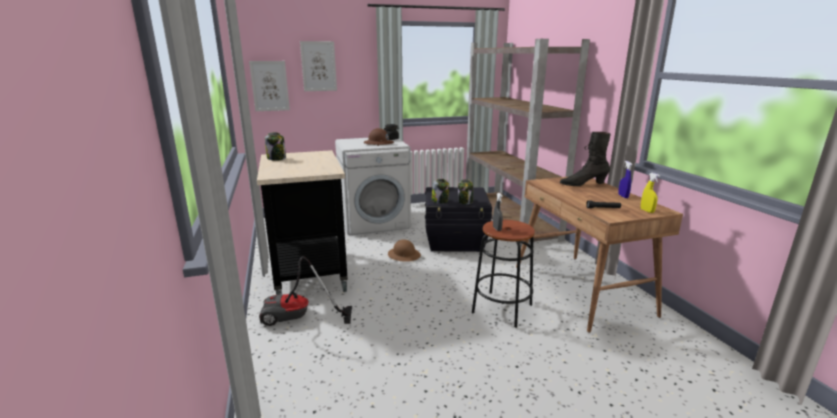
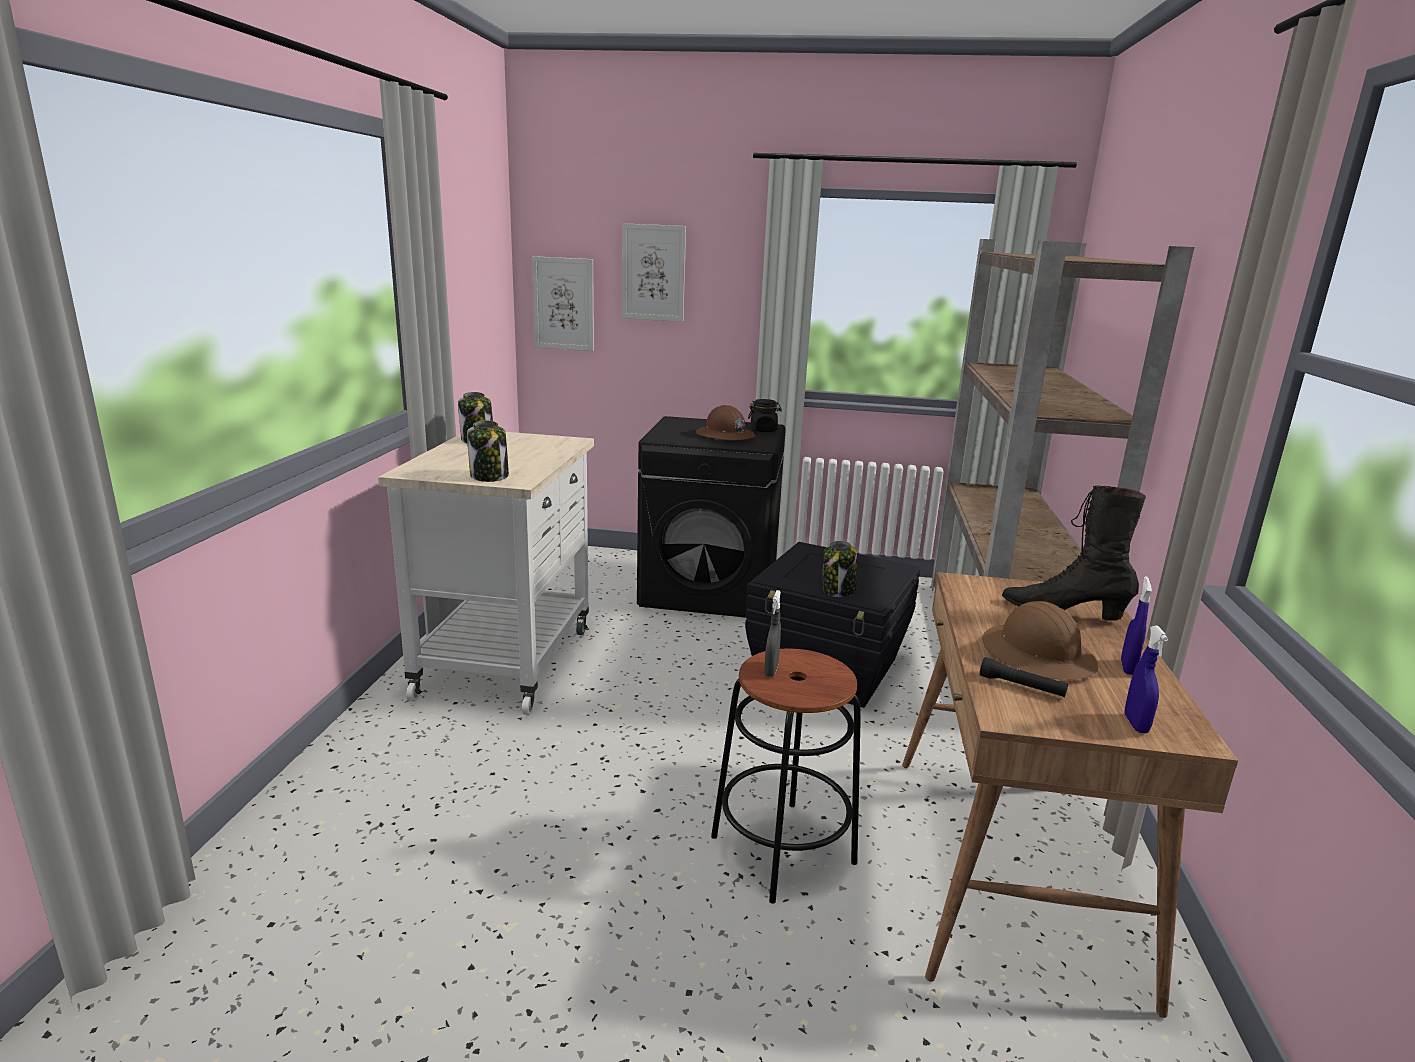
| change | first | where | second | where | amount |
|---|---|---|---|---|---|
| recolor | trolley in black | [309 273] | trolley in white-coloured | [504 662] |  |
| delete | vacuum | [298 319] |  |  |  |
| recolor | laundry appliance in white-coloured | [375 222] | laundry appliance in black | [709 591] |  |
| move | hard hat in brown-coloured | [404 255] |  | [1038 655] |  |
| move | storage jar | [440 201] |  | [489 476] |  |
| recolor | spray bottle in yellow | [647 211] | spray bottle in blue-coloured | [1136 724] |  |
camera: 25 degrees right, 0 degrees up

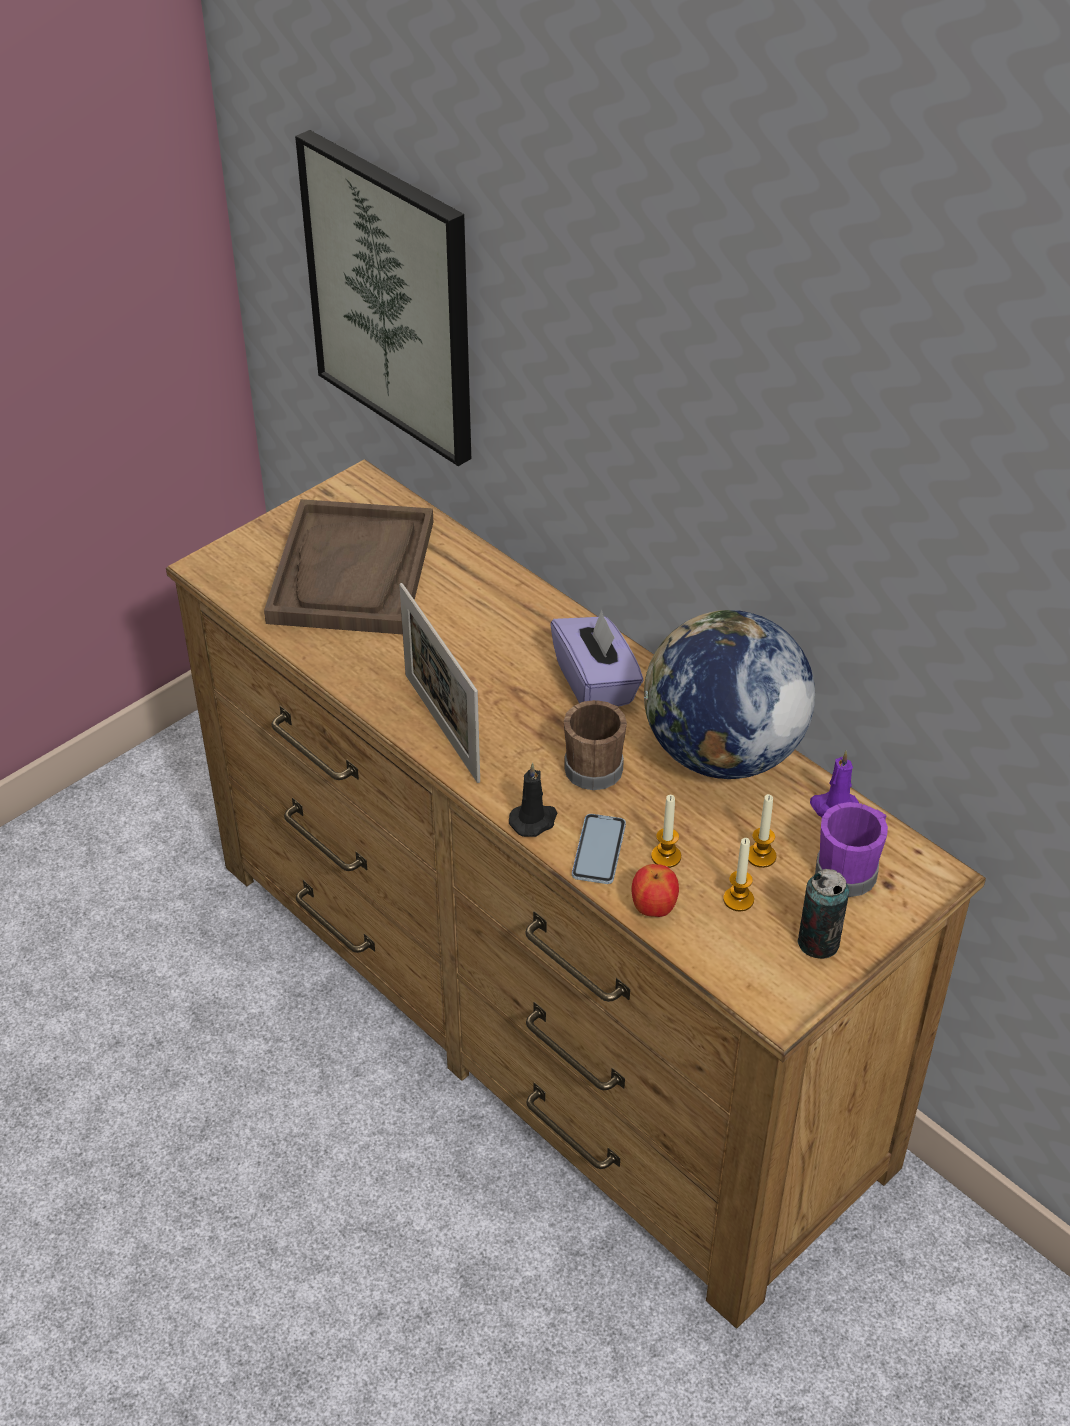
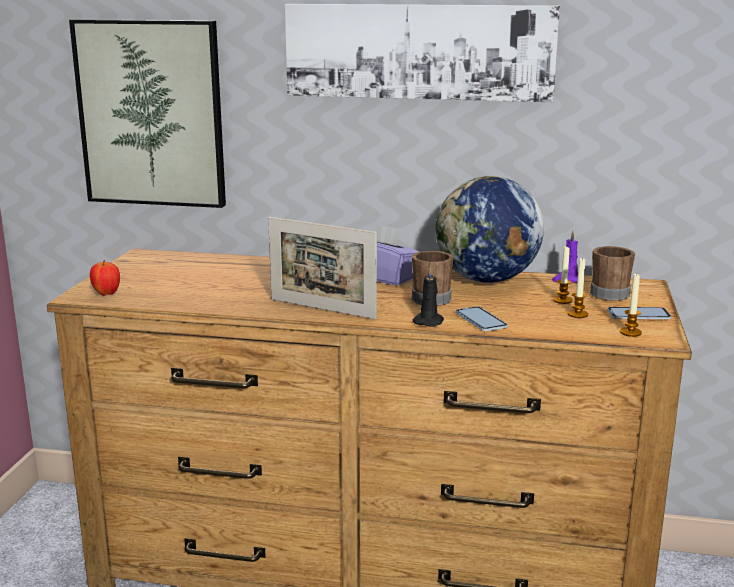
| change | first | where | second | where | amount |
|---|---|---|---|---|---|
| delete | serving tray in brown-coloured | [352 572] |  |  |  |
| move | apple | [653 909] |  | [106 293] |  |
| move | wax candle | [666 856] |  | [630 332] |  |
| replace | sealed can | [818 943] | phone | [638 315] |  |
| recolor | tea mug in purplish | [850 869] | tea mug in brown-coloured | [609 293] |  |
| insert |  |  | wall art | [419 51] |  |
camera: 35 degrees left, 25 degrees down

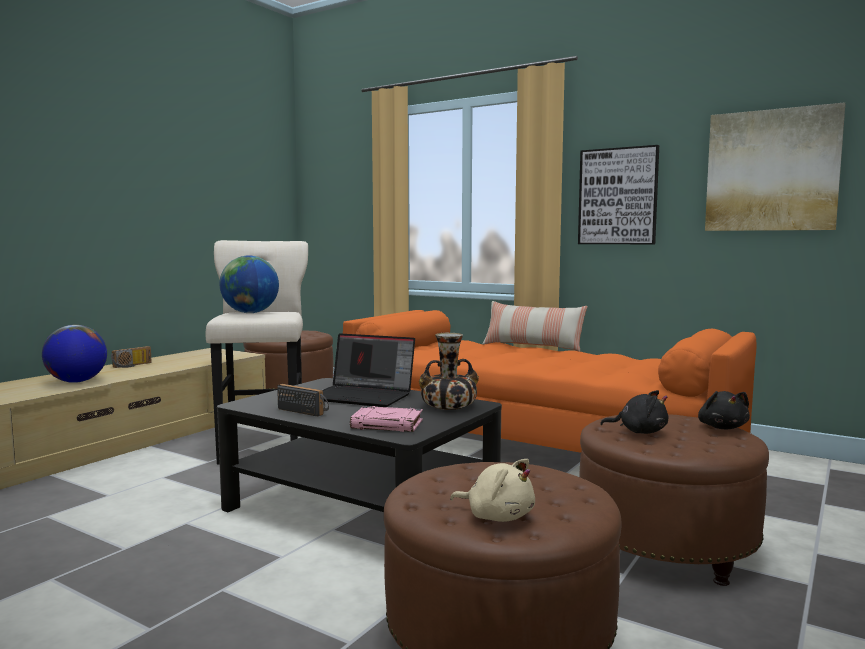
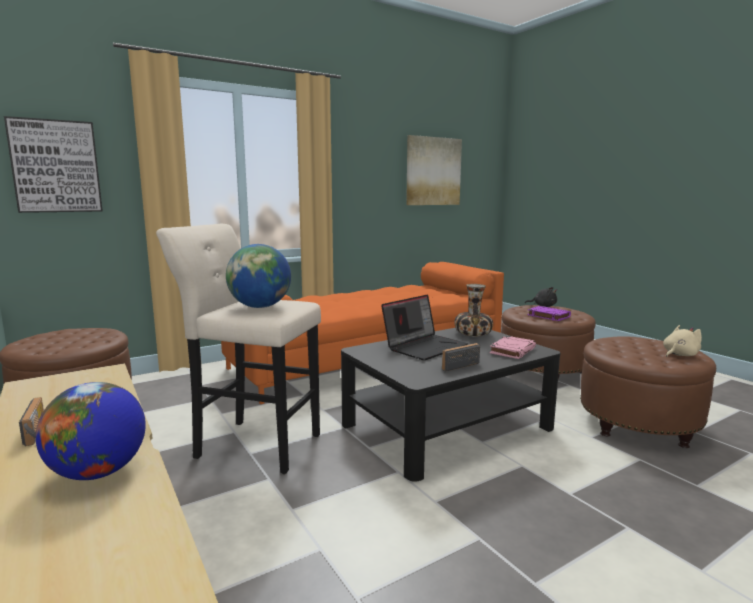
| change | first | where | second | where | amount |
|---|---|---|---|---|---|
| delete | throw pillow | [533 346] |  |  |  |
| move | wall art | [618 196] |  | [56 166] |  |
| replace | soft toy in black | [639 432] | book in purplish | [548 316] |  |
camera: 65 degrees left, 5 degrees up

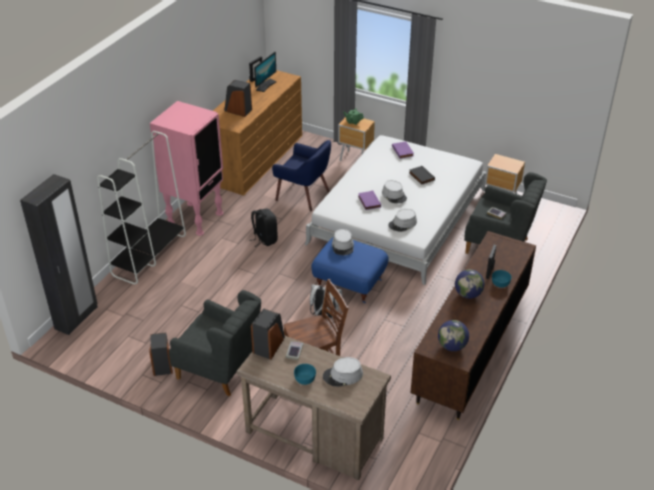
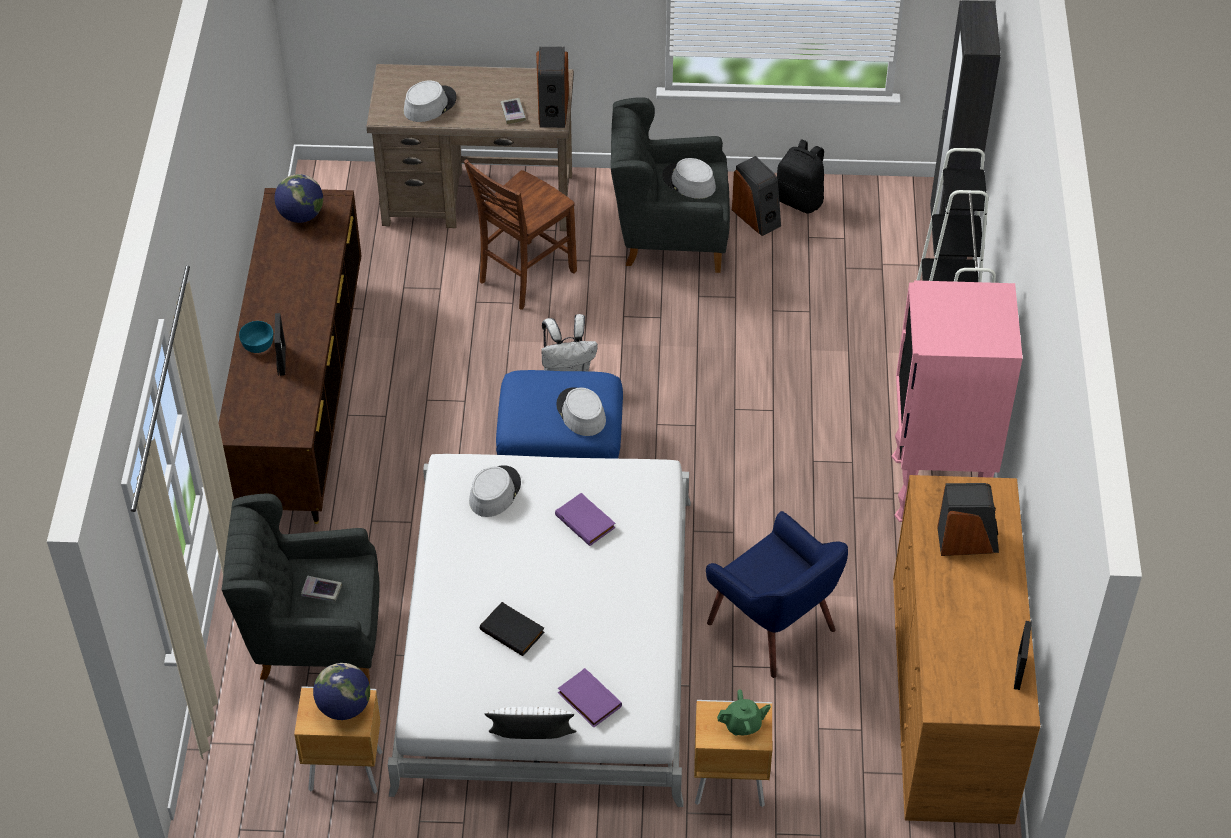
| change | first | where | second | where | amount |
|---|---|---|---|---|---|
| move | backpack in black | [264 239] |  | [800 200] |  |
| delete | computer screen | [265 85] |  |  |  |
| rotate | lounge chair in blue-coloured | [303 195] |  | [773 626] | 135 degrees counterclockwise |
| delete | serving bowl in blue-green | [305 379] |  |  |  |
| move | hat in greyish | [394 195] |  | [688 182] |  |
| move | desk globe | [468 294] |  | [344 707] |  |
| insert |  |  | throw pillow in white-coloured | [532 744] |  |
camera: 155 degrees right, 10 degrees up

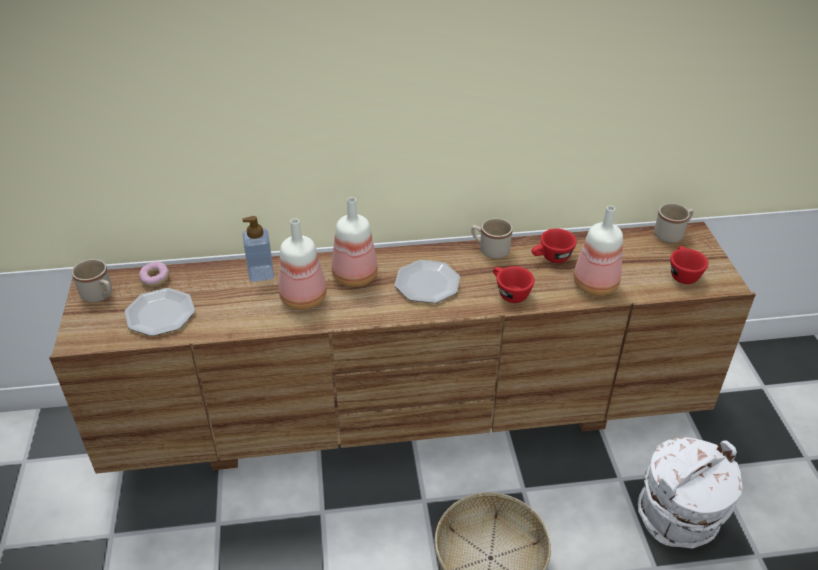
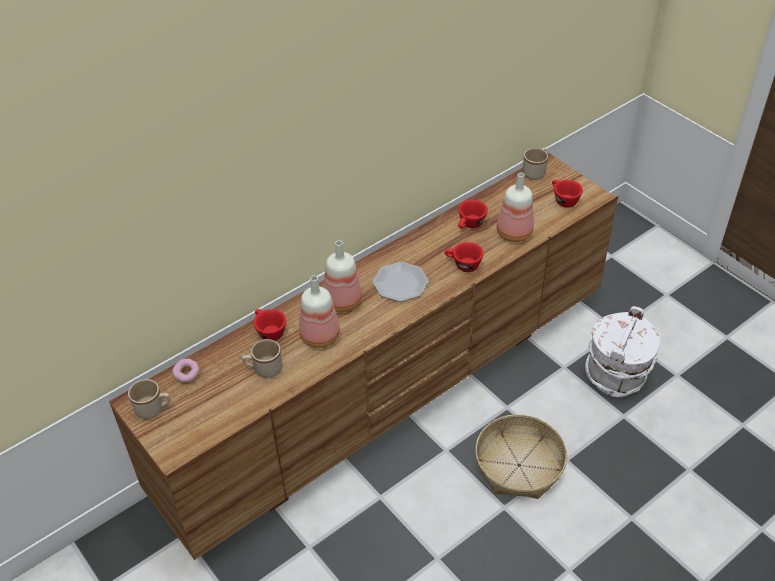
| change | first | where | second | where | amount |
|---|---|---|---|---|---|
| delete | plate | [160 314] |  |  |  |
| replace | soap dispenser | [261 274] | cup in red-coloured | [268 332] |  |
| move | tea mug in beige-coloured | [490 250] |  | [264 369] |  |
camera: 30 degrees left, 5 degrees up

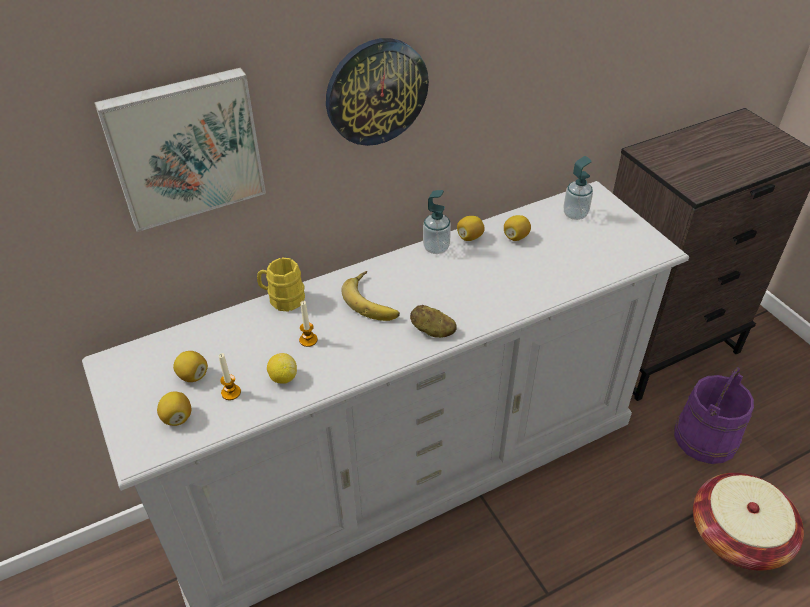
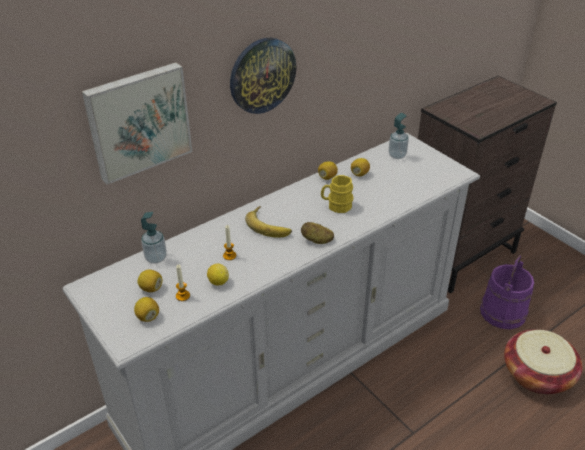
| change | first | where | second | where | amount |
|---|---|---|---|---|---|
| move | tea mug in yellow | [282 299] |  | [336 206] |  |
| move | soap dispenser | [436 248] |  | [156 258] |  |
camera: 10 degrees left, 5 degrees down

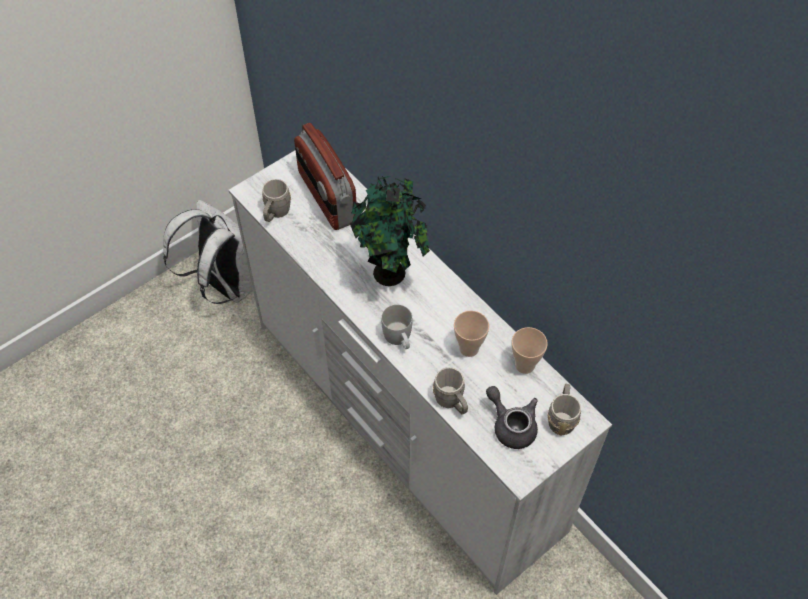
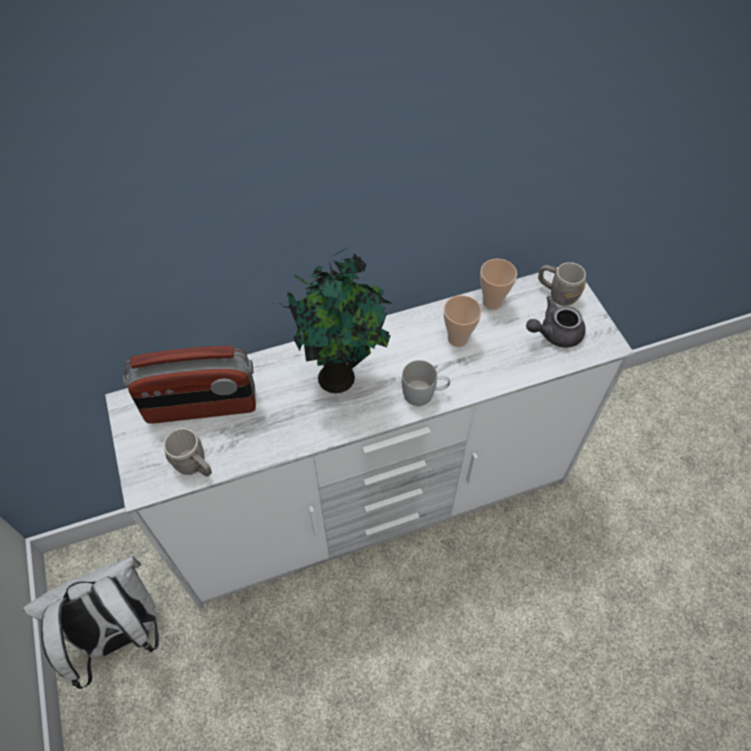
| change | first | where | second | where | amount |
|---|---|---|---|---|---|
| delete | tea mug in greyish | [451 402] |  |  |  |
camera: 70 degrees left, 0 degrees up

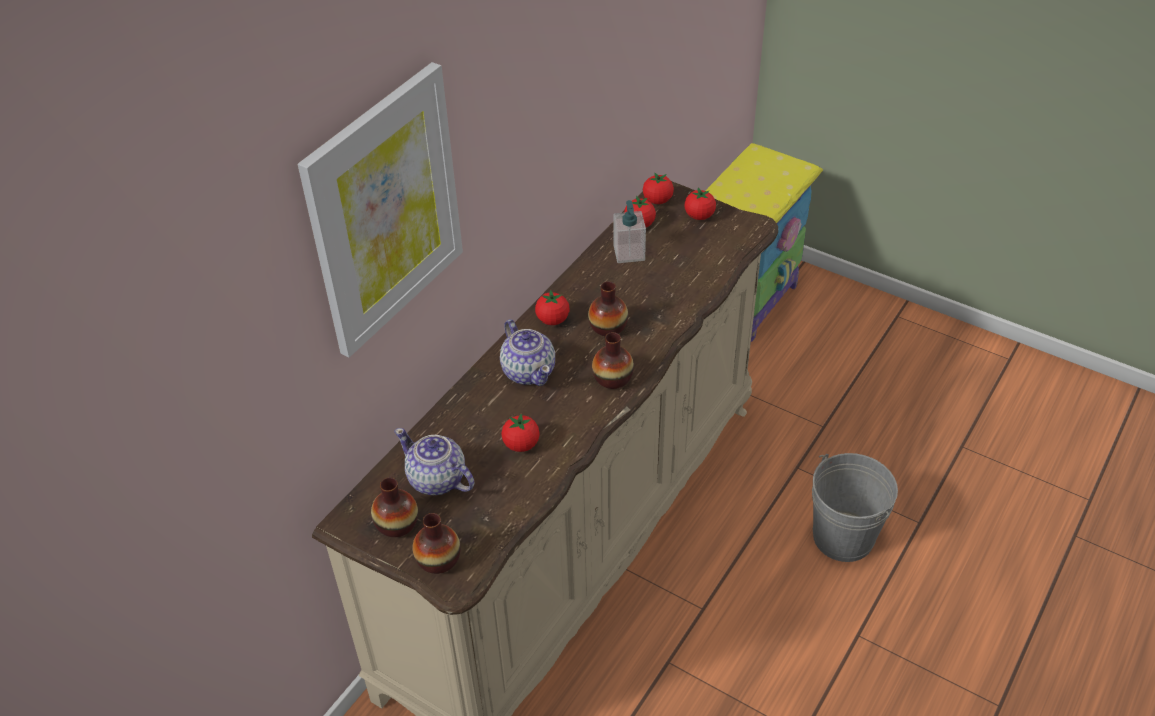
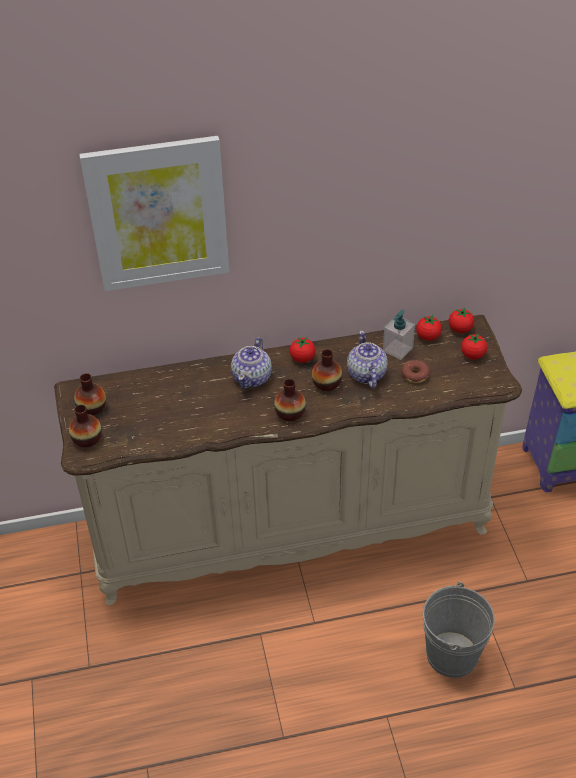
| change | first | where | second | where | amount |
|---|---|---|---|---|---|
| move | teapot | [437 480] |  | [366 374] |  |
| delete | fresh tomato | [521 444] |  |  |  |
| insert |  |  | donut | [415 375] |  |
camera: 45 degrees right, 0 degrees up

